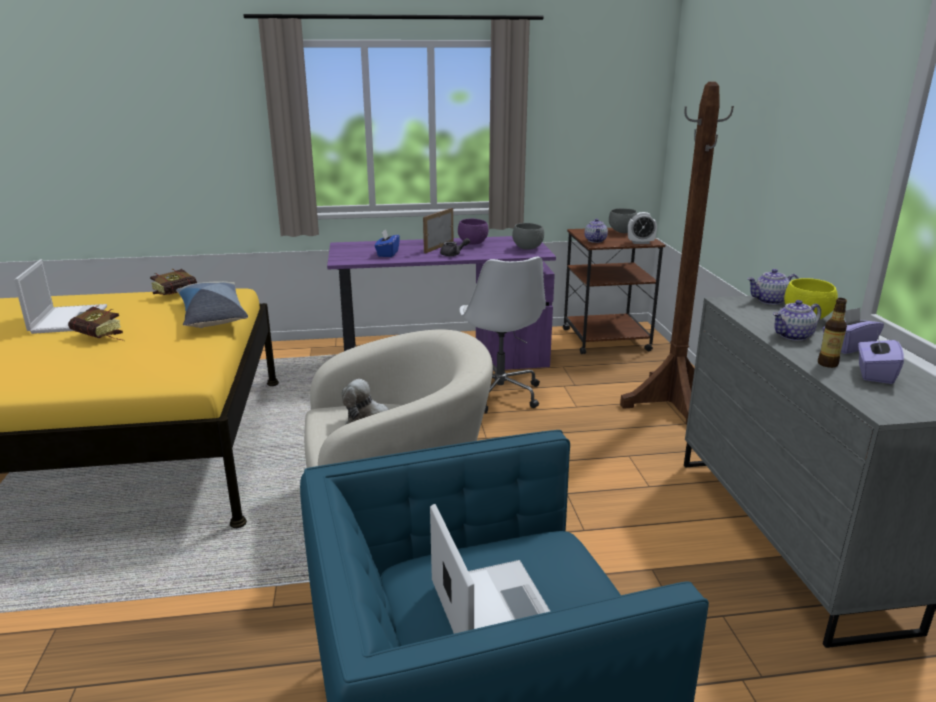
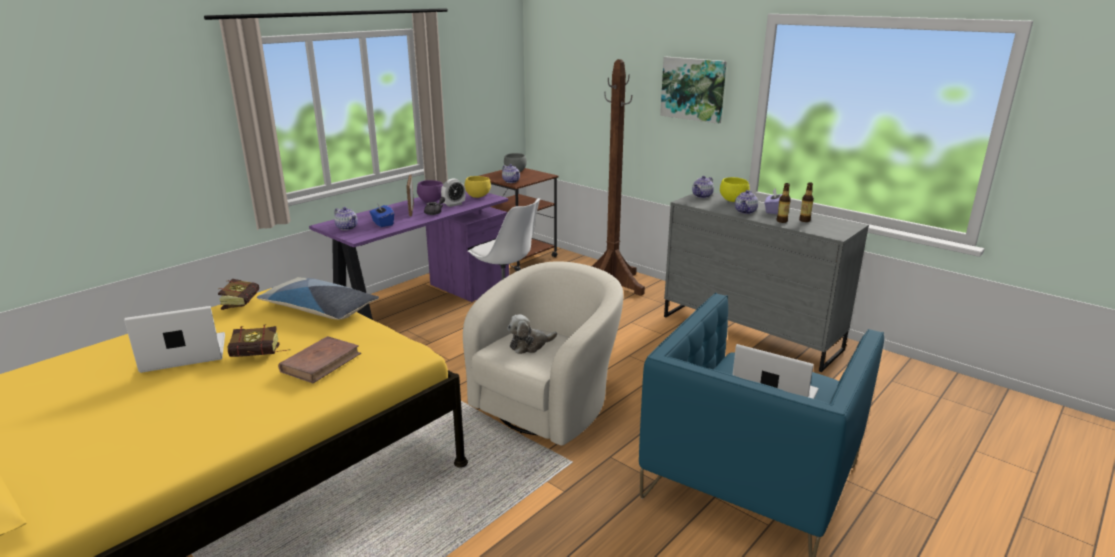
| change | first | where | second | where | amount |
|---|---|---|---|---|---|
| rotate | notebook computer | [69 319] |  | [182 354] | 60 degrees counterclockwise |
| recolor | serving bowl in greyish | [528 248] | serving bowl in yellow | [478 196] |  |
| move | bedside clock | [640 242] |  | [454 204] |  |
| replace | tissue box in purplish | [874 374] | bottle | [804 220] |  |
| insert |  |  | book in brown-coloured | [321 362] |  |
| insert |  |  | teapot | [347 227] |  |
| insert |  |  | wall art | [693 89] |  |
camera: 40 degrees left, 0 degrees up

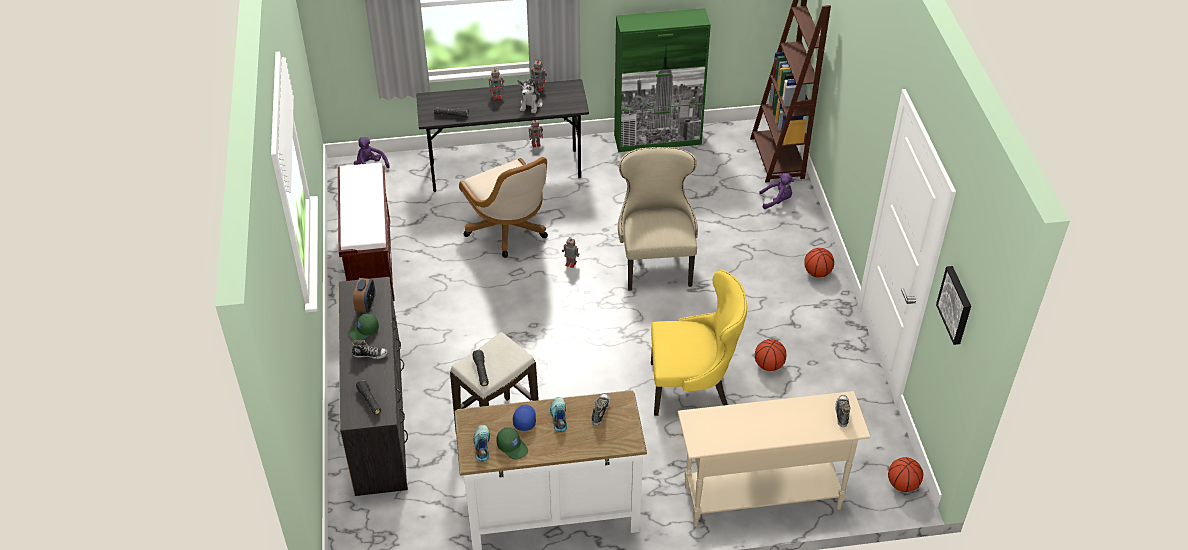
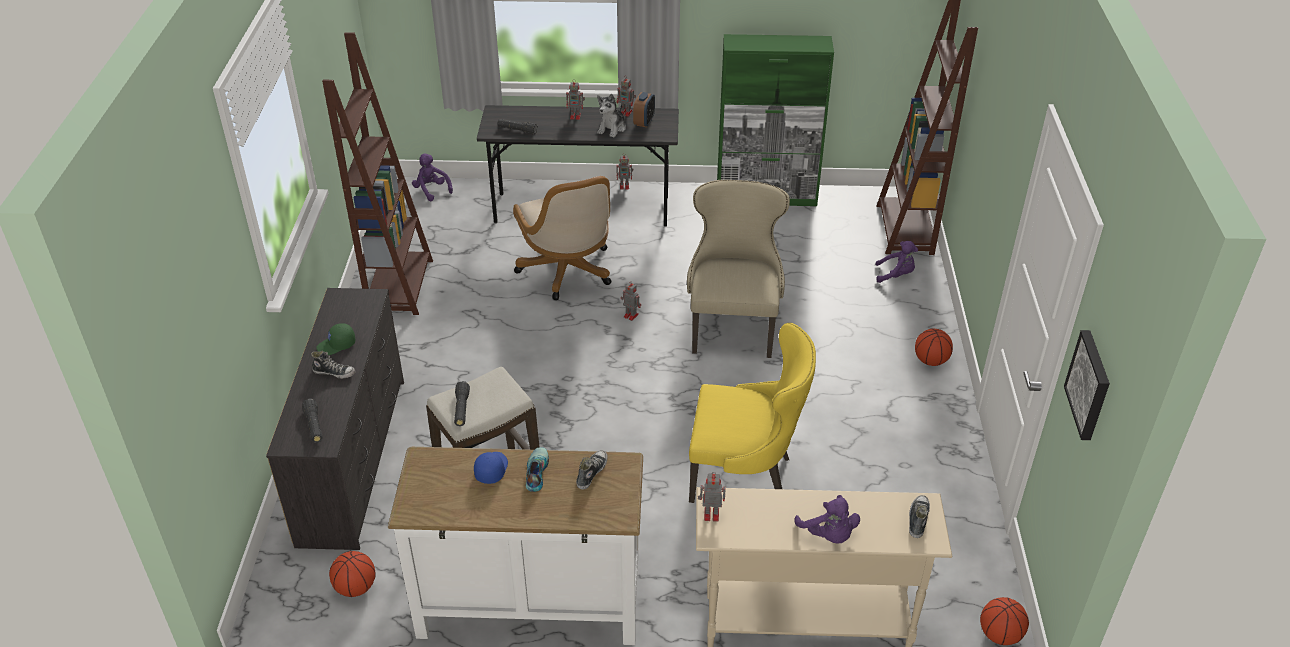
| change | first | where | second | where | amount |
|---|---|---|---|---|---|
| replace | bench in brown-coloured | [370 261] | bookshelf in brown-coloured | [400 286] |  |
| move | bedside clock | [366 305] |  | [644 122] |  |
| delete | shoe | [481 445] |  |  |  |
| delete | baseball cap in greenish | [512 447] |  |  |  |
| move | basketball ball | [769 365] |  | [356 587] |  |
| insert |  |  | model robot | [710 514] |  |
| insert |  |  | soft toy in purplish | [828 535] |  |
camera: 10 degrees right, 5 degrees down

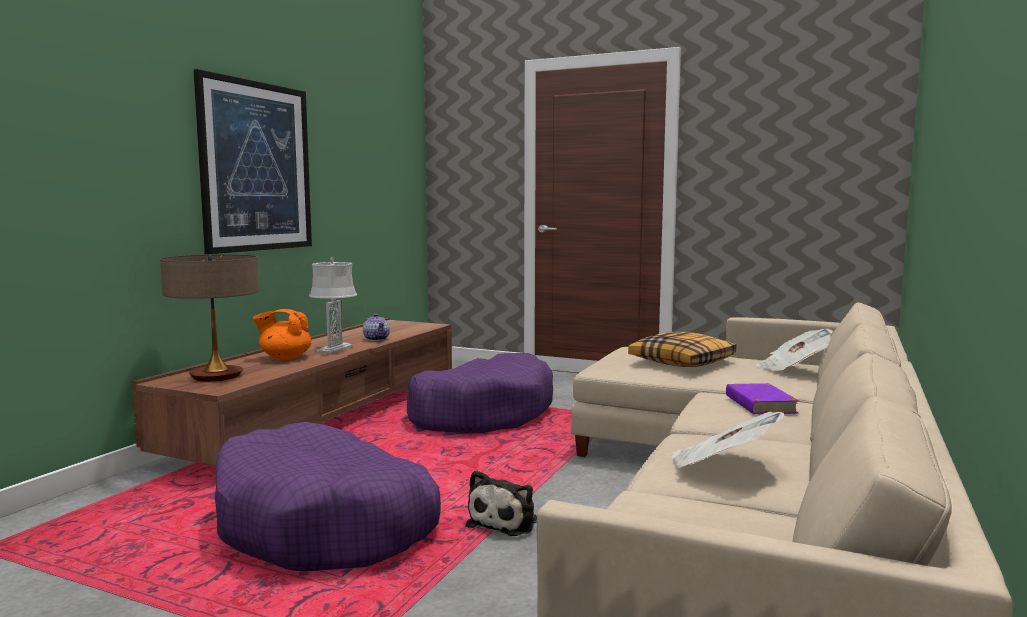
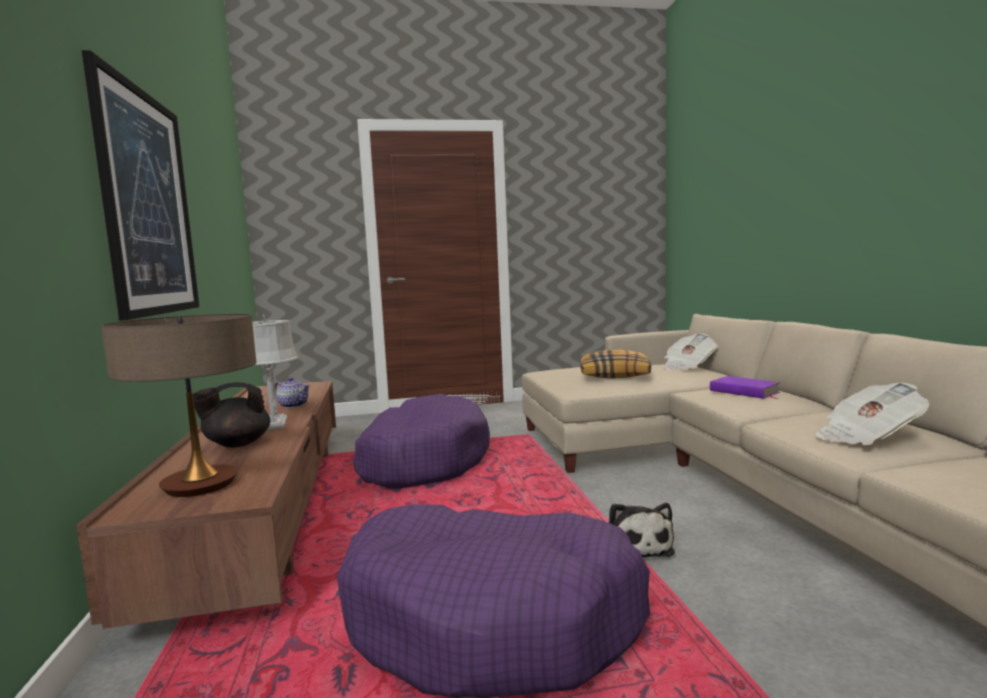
| change | first | where | second | where | amount |
|---|---|---|---|---|---|
| recolor | teapot in orange | [285 358] | teapot in black | [236 444] |  |
camera: 35 degrees left, 0 degrees up

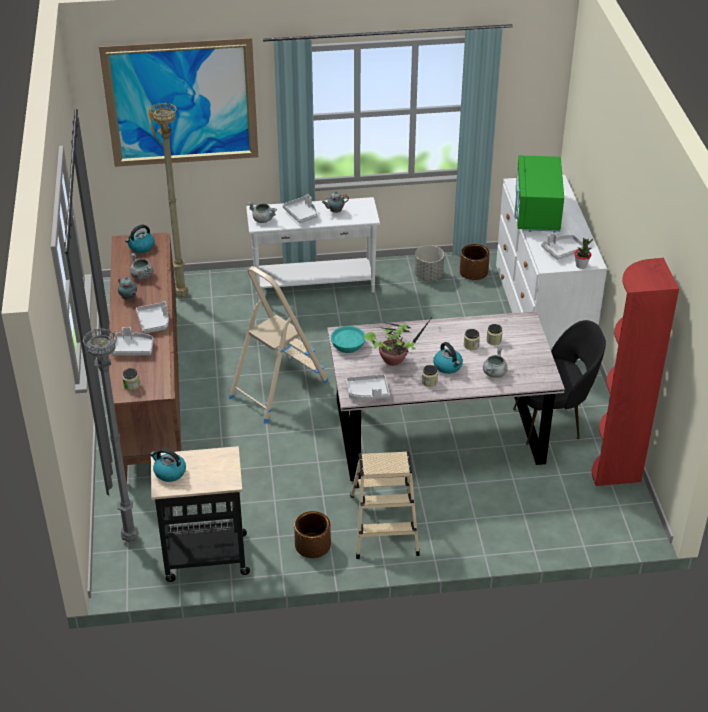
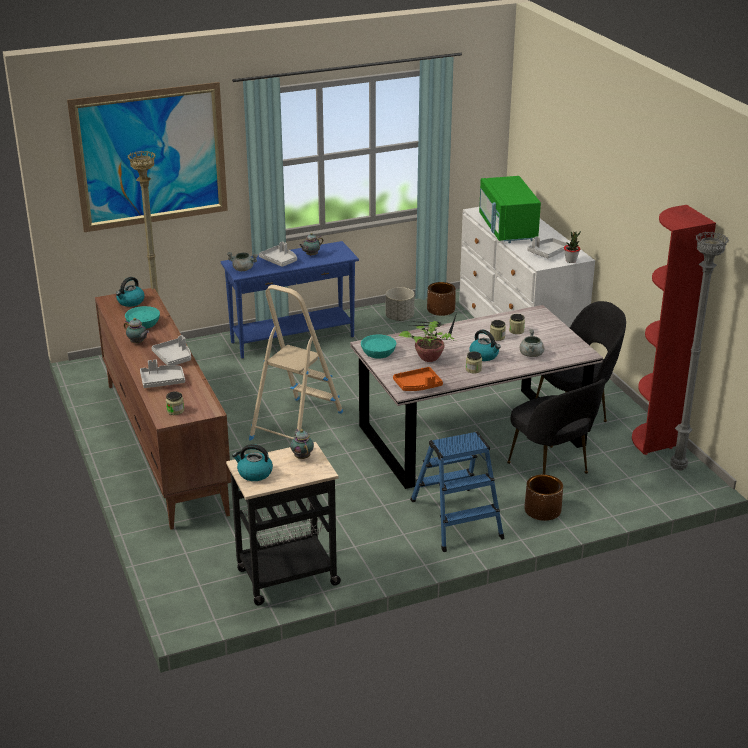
| change | first | where | second | where | amount |
|---|---|---|---|---|---|
| move | standard lamp in greyish | [130 537] |  | [677 468] |  |
| replace | saucepot in greyish | [142 276] | serving bowl in blue-green | [142 323] |  |
| recolor | hall table in white-coloured | [315 286] | hall table in blue-coloured | [293 339] |  |
| move | plant pot in brown-coloured | [313 545] |  | [542 510] |  |
| recolor | serving tray in greyish | [367 392] | serving tray in orange | [418 385] |  |
| recolor | step stool in beige-coloured | [384 524] | step stool in blue-coloured | [456 518] |  |
| insert |  |  | teapot | [302 456] |  |
| insert |  |  | plain chair in black | [551 471] |  |
camera: 15 degrees left, 10 degrees down

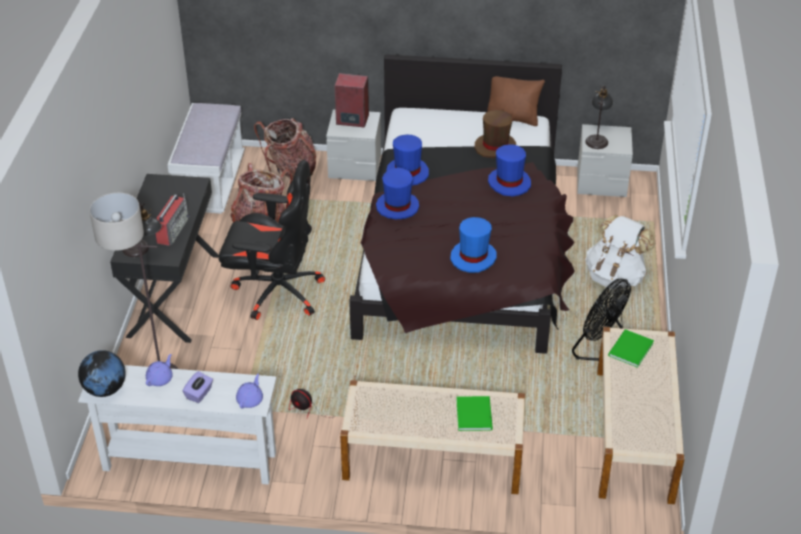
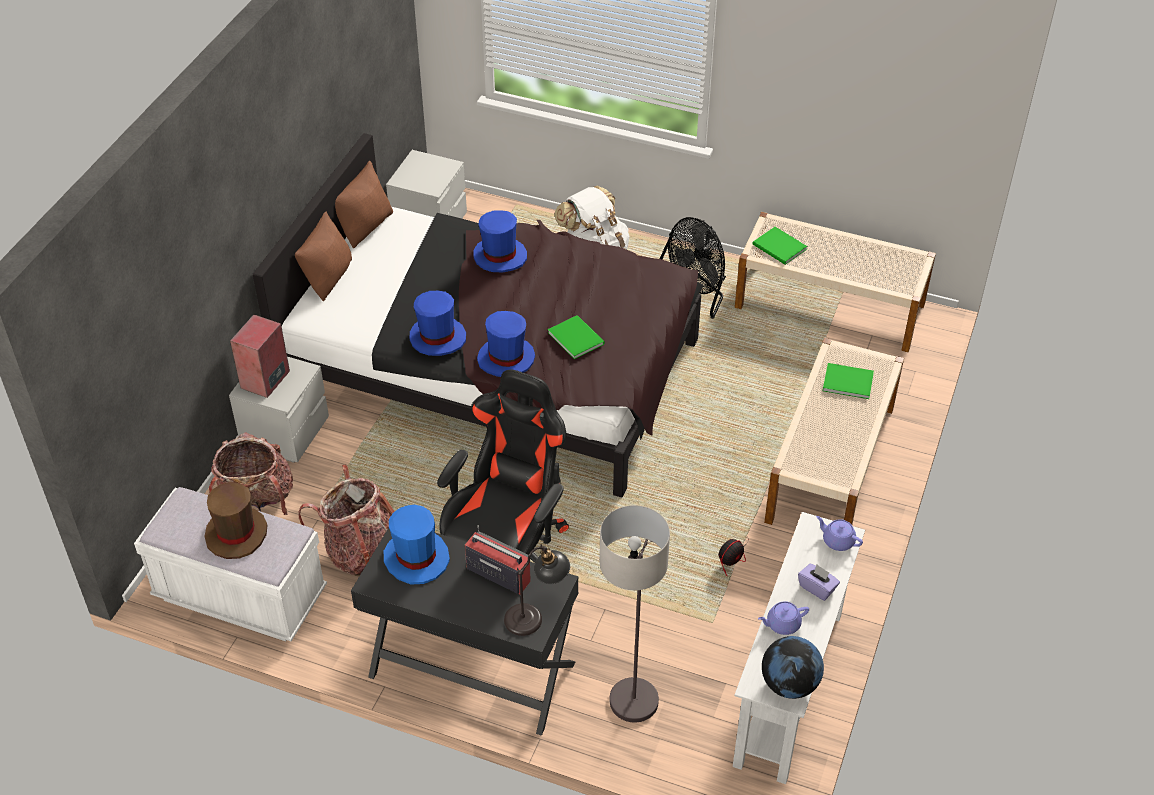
| change | first | where | second | where | amount |
|---|---|---|---|---|---|
| rotate | teapot in purplish | [160 379] |  | [782 624] | 60 degrees counterclockwise |
| move | hat in blue-coloured | [473 257] |  | [416 558] |  |
| move | hat in brown-coloured | [495 147] |  | [236 533] |  |
| delete | table lamp in greyish | [597 136] |  |  |  |
| insert |  |  | throw pillow in brown-coloured | [328 277] |  |
| insert |  |  | book in greenish | [576 337] |  |
camera: 75 degrees left, 5 degrees up

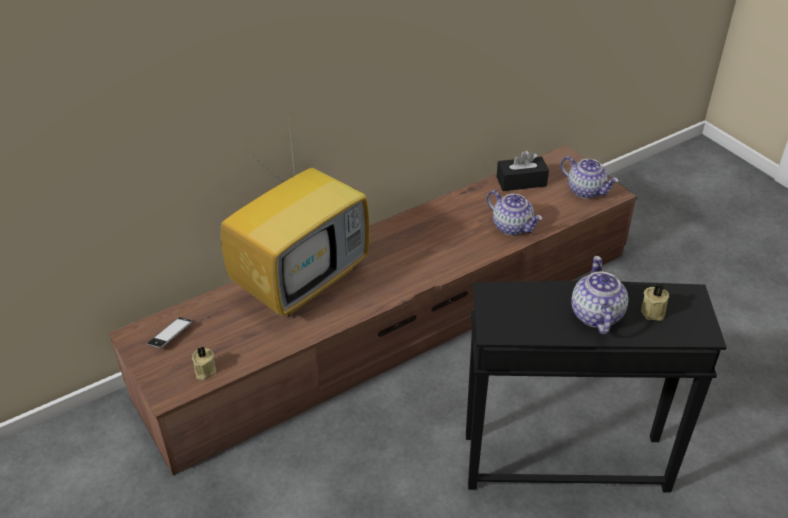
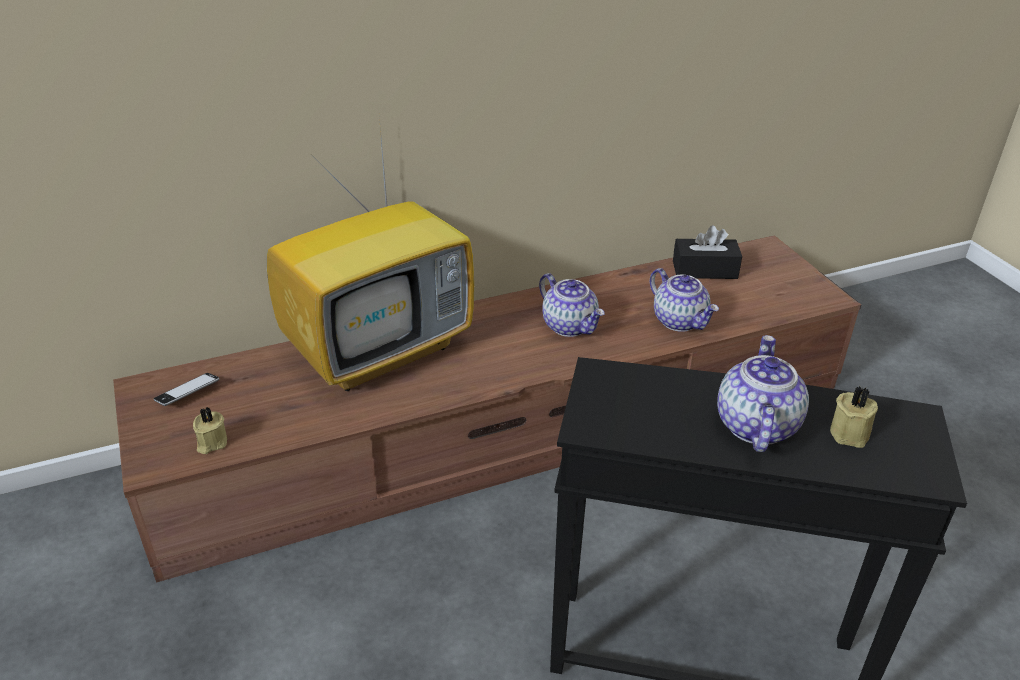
| change | first | where | second | where | amount |
|---|---|---|---|---|---|
| move | teapot | [586 190] |  | [570 326] |  |
camera: 10 degrees right, 5 degrees down

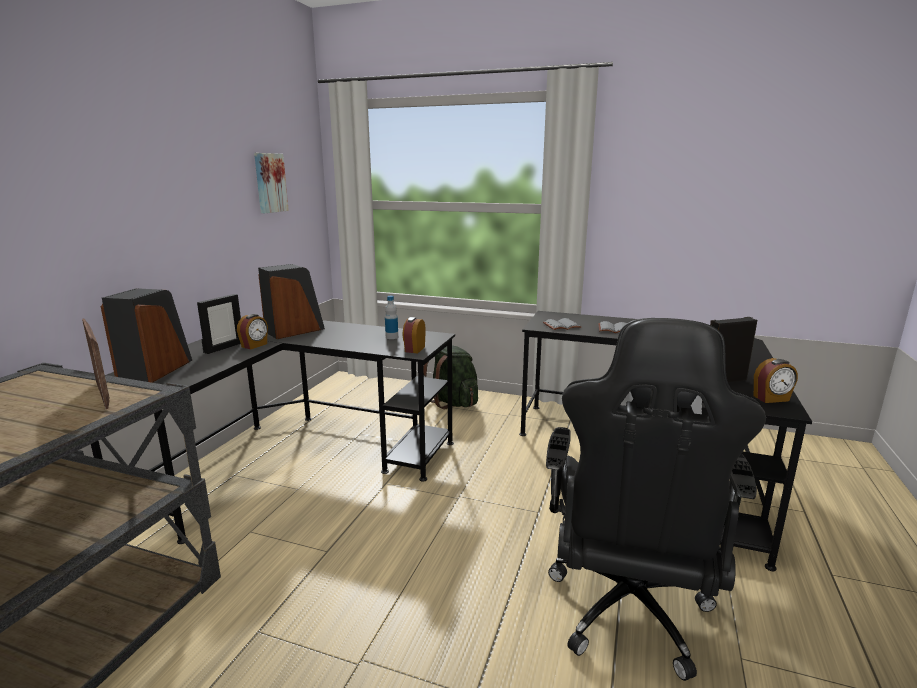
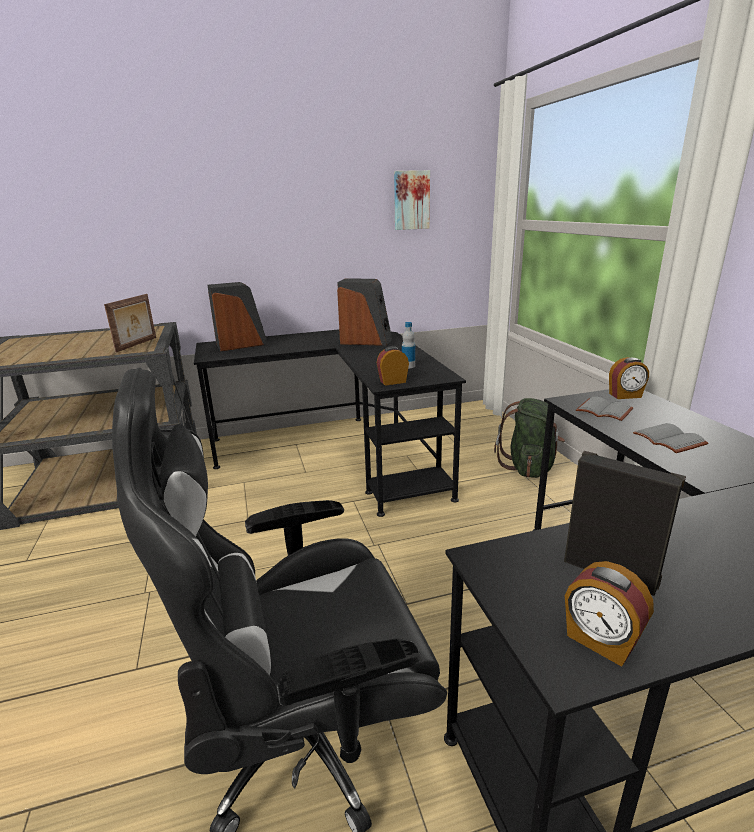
| change | first | where | second | where | amount |
|---|---|---|---|---|---|
| delete | photo frame | [224 347] |  |  |  |
| move | bedside clock | [254 345] |  | [625 395] |  |
camera: 55 degrees right, 5 degrees up

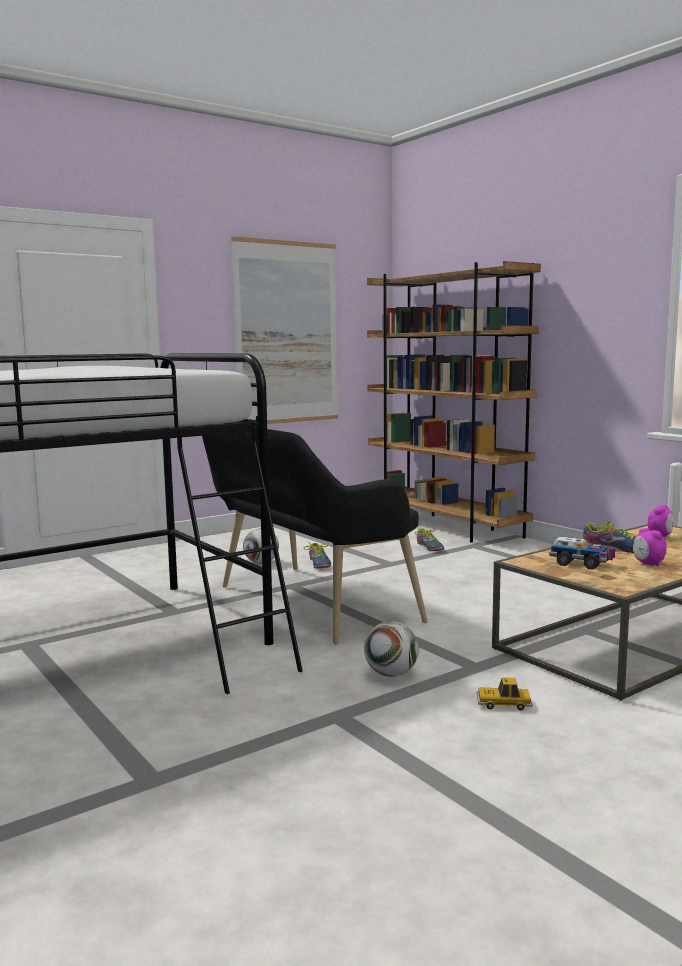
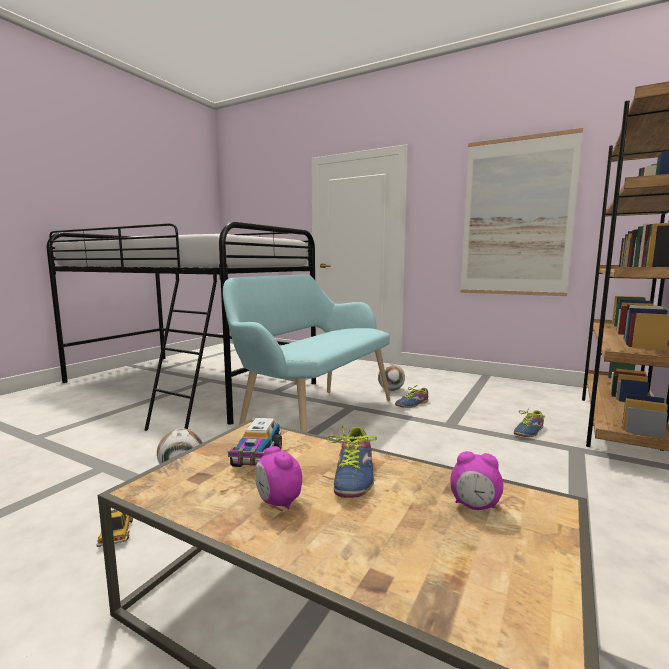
| change | first | where | second | where | amount |
|---|---|---|---|---|---|
| recolor | bench in black | [306 605] | bench in blue-green | [314 418] |  |
| rotate | bedside clock | [648 564] |  | [278 502] | 75 degrees counterclockwise |
camera: 65 degrees right, 0 degrees up

